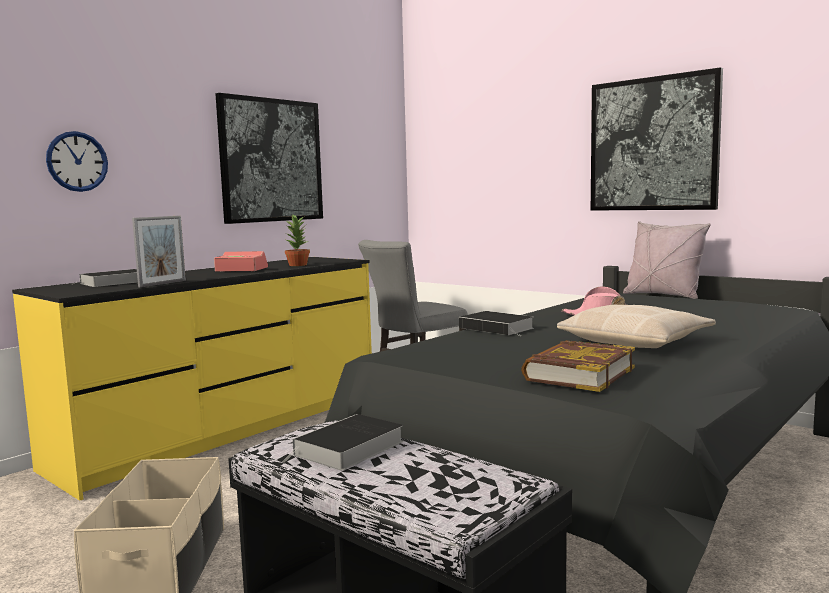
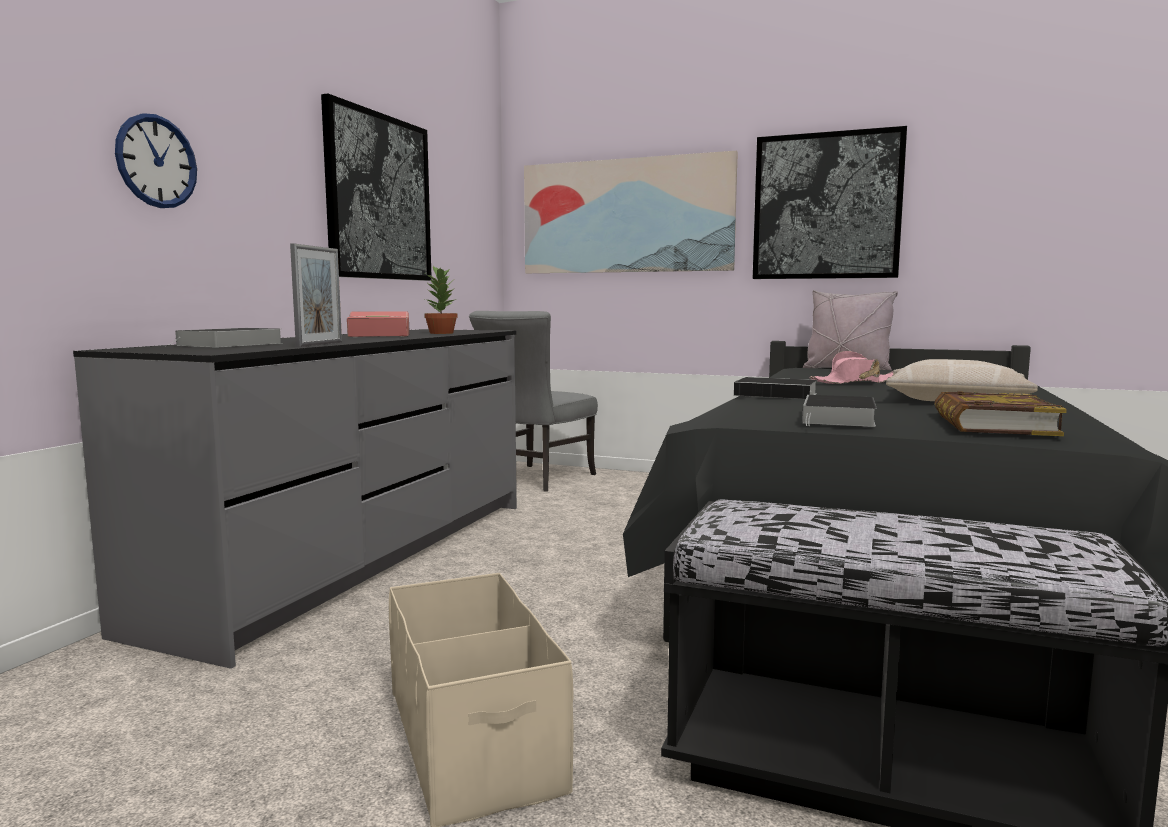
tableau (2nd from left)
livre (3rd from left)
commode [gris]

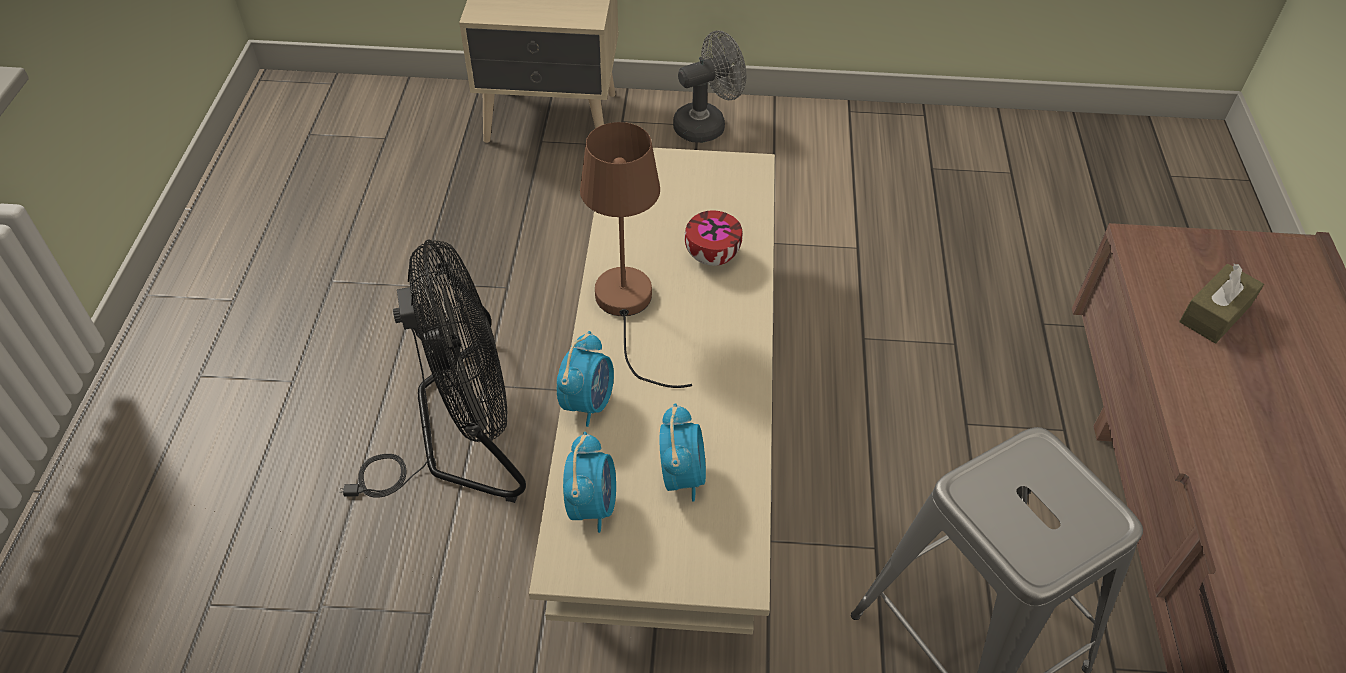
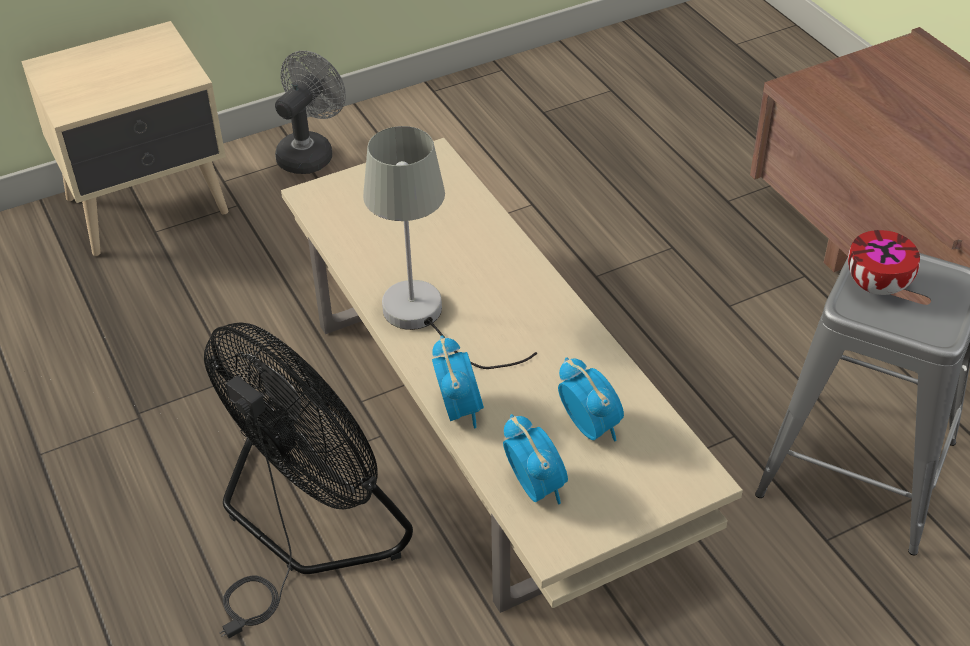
boîte à mouchoirs [marron]
bol
lampe de table [gris]

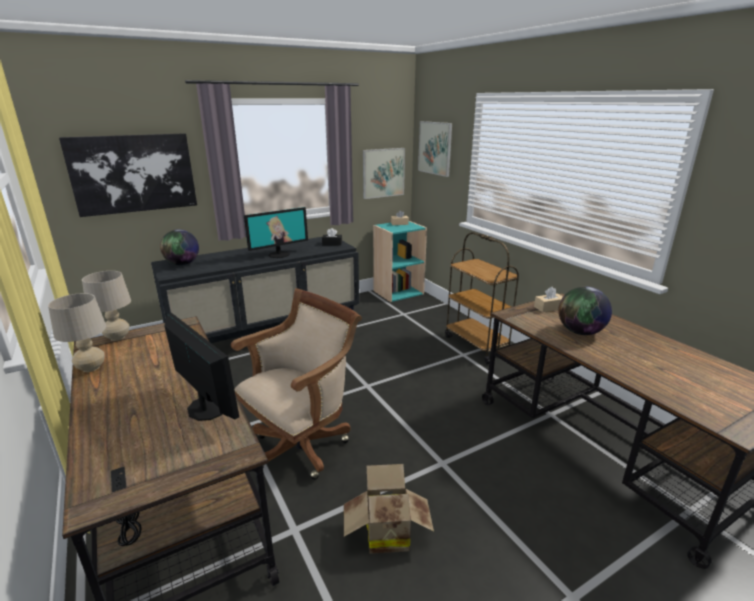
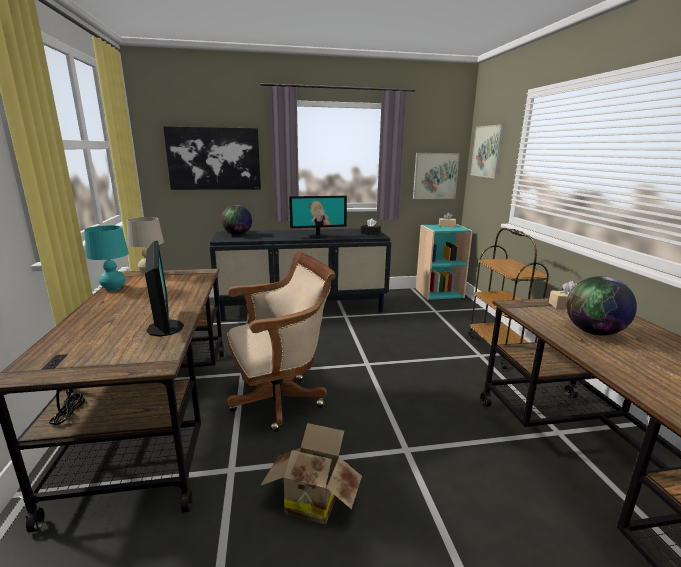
lampe de table [turquoise]

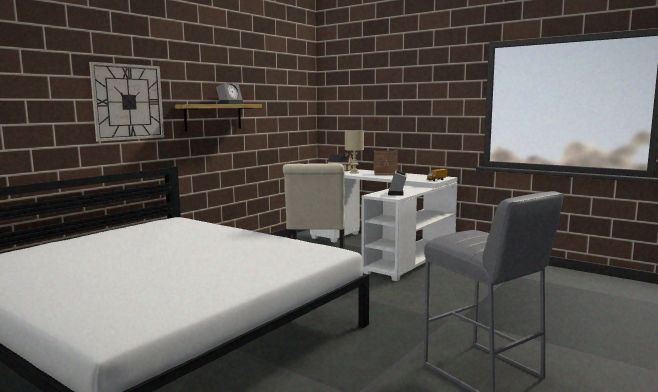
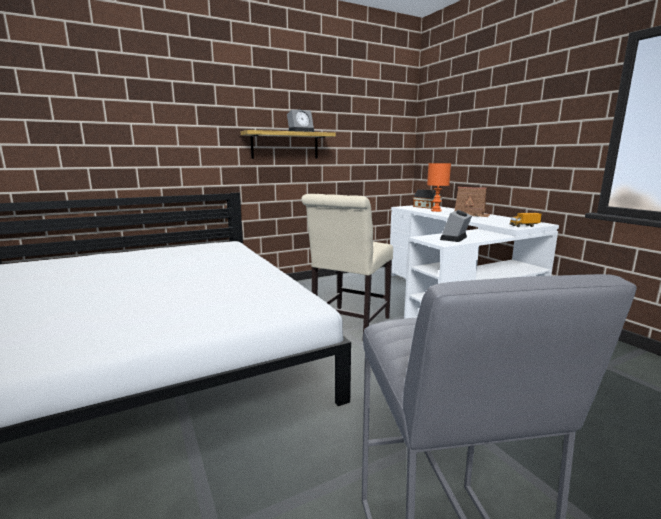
horloge murale
lampe de table [orange]

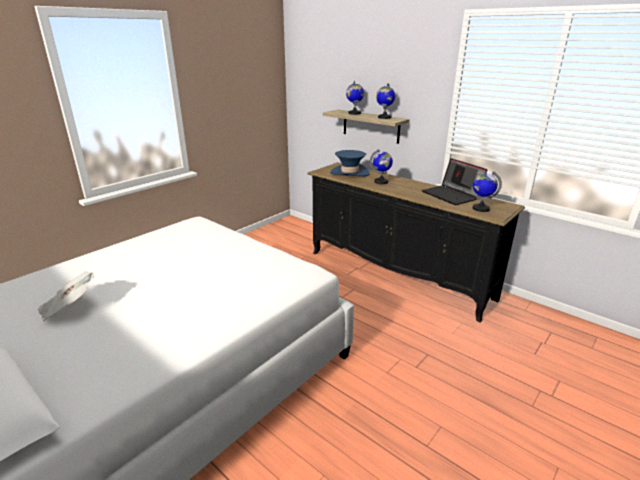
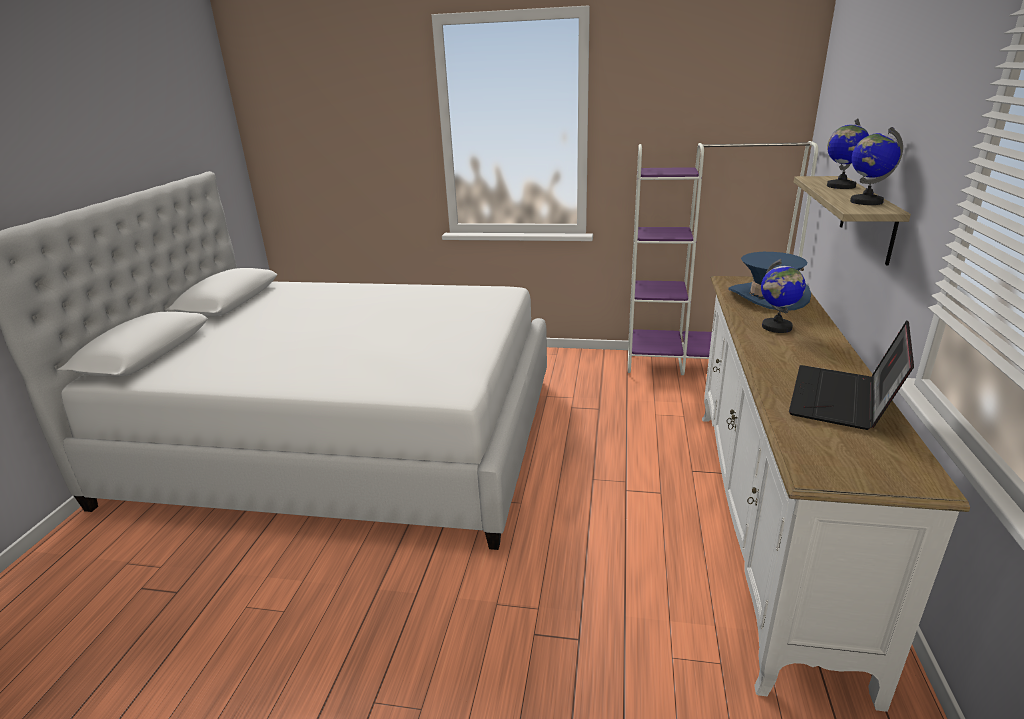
journal
globe (4th from left in the first image)
portant [violet]
commode [blanc]

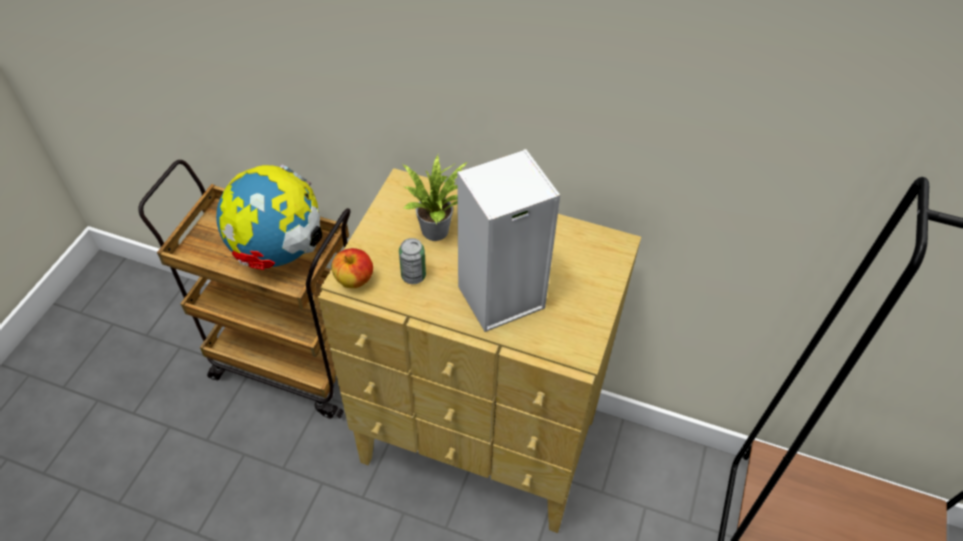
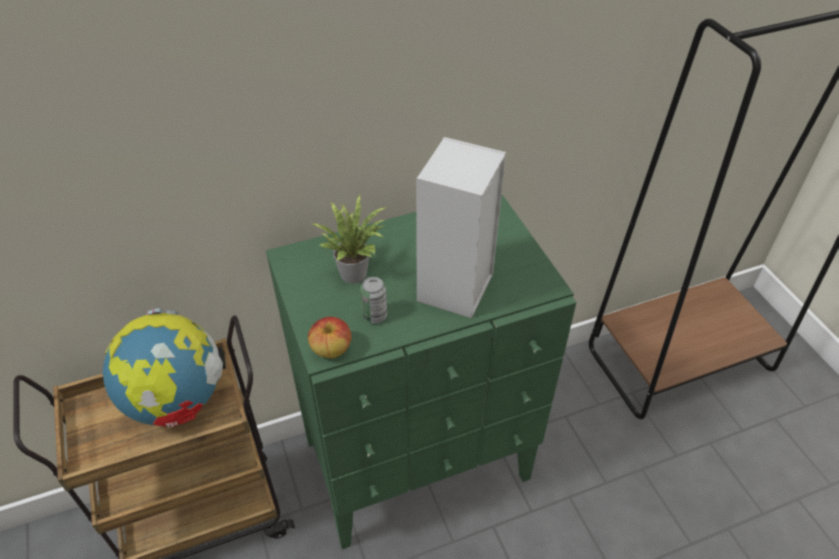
commode [vert]

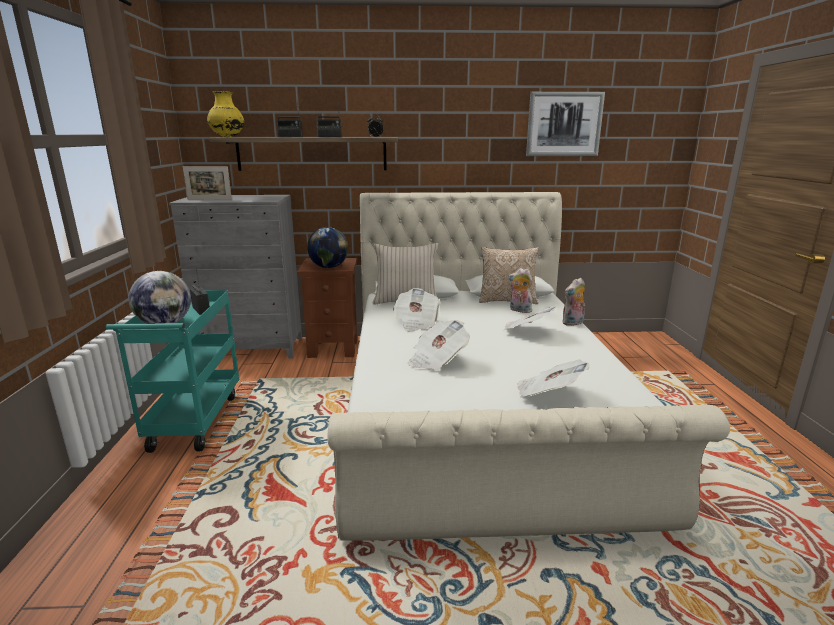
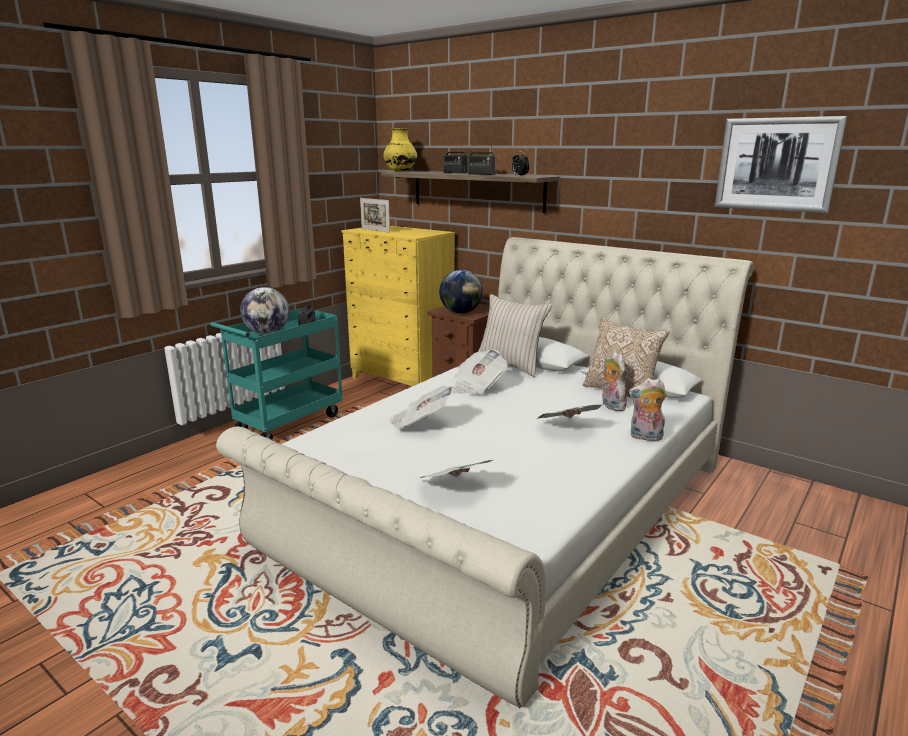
commode [jaune]

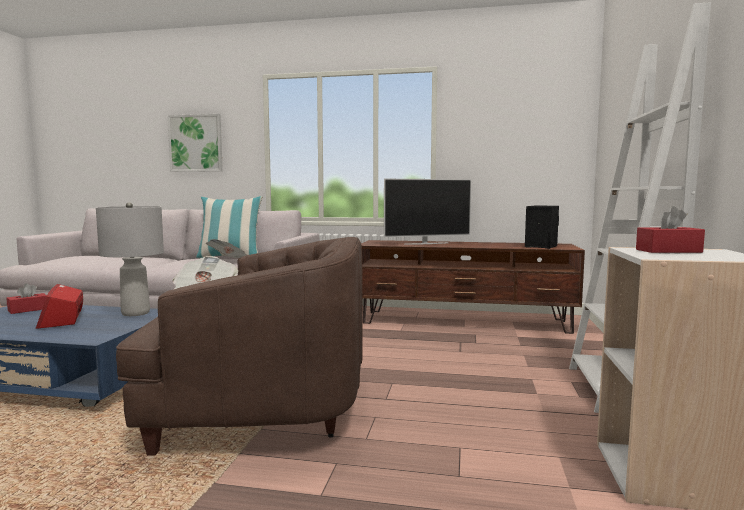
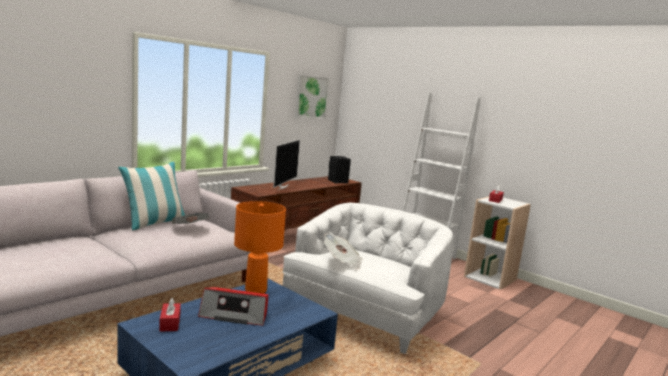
tableau
lampe de table [orange]
fauteuil [blanc]

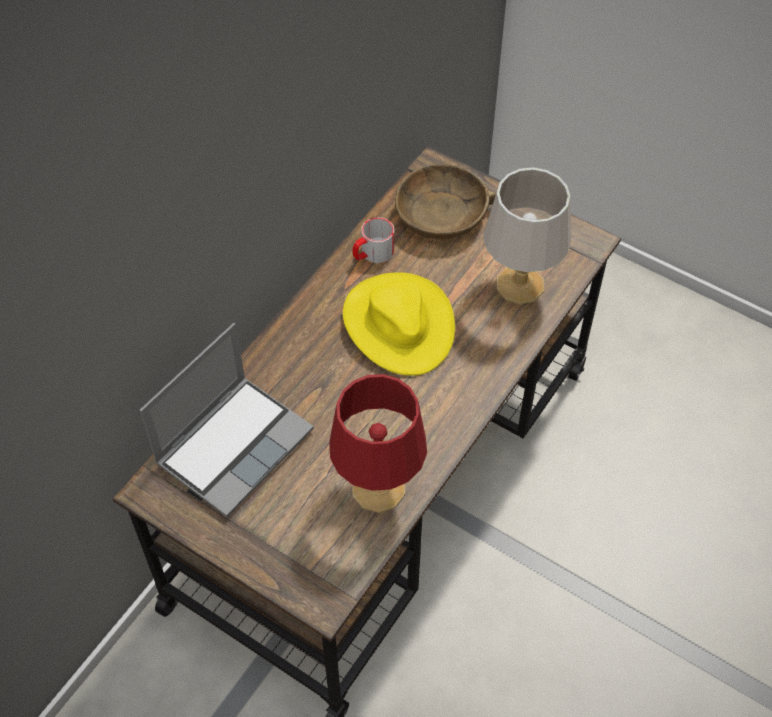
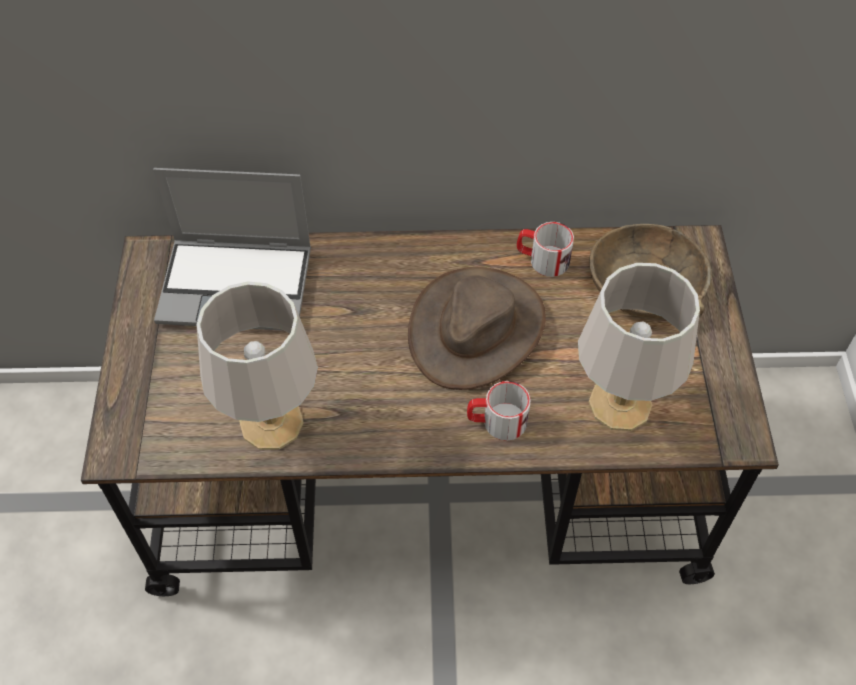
mug (1st from left)
lampe de table [gris] (1st from left)
chapeau [marron]

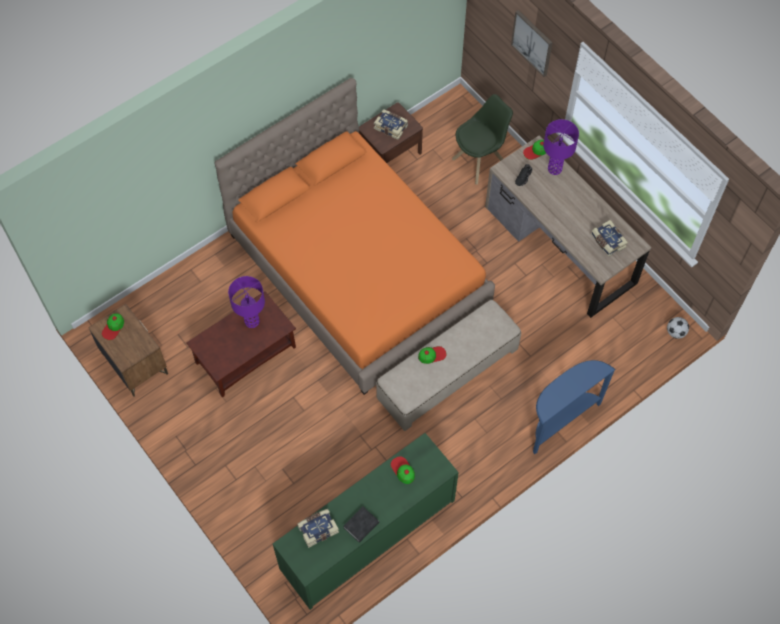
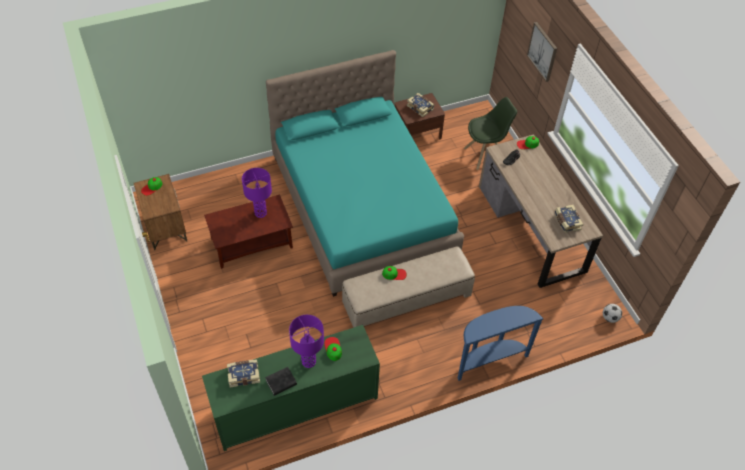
lampe de table [violet] (2nd from left)
lit [turquoise]

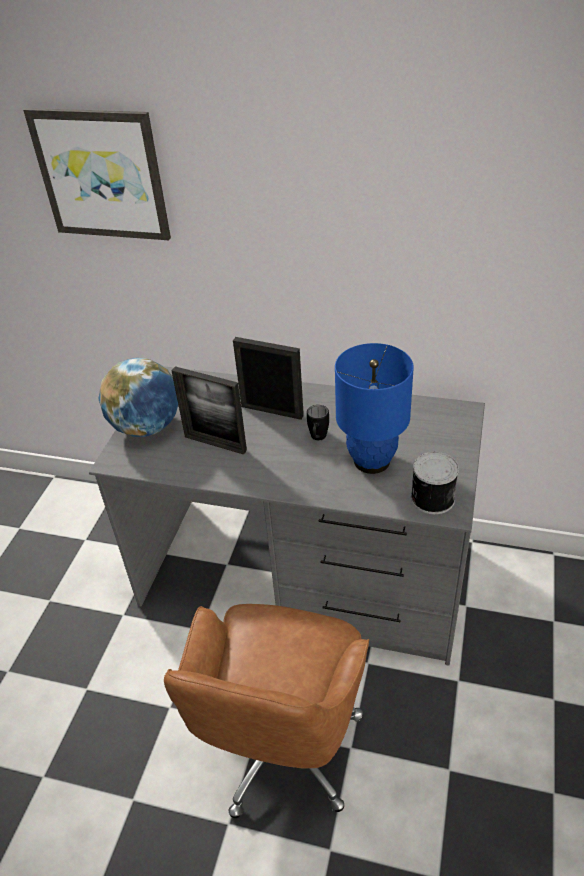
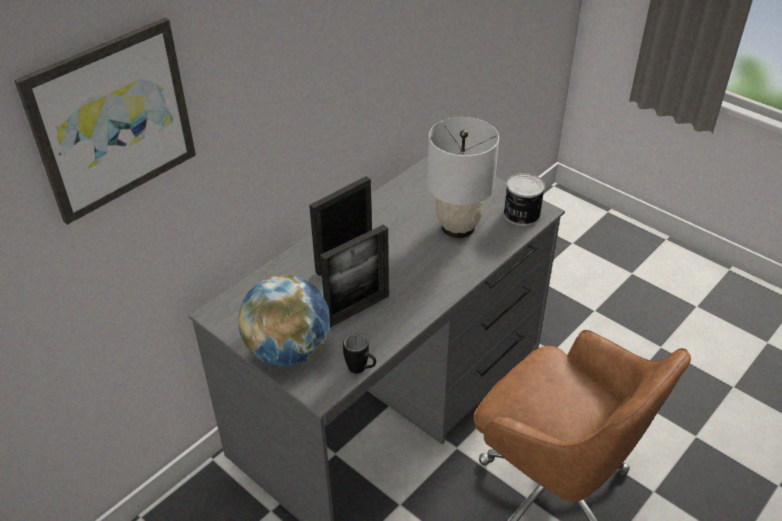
mug [noir]
lampe de table [blanc]

